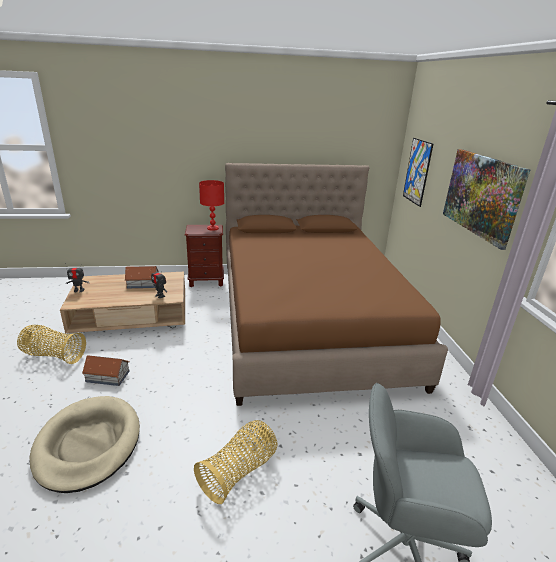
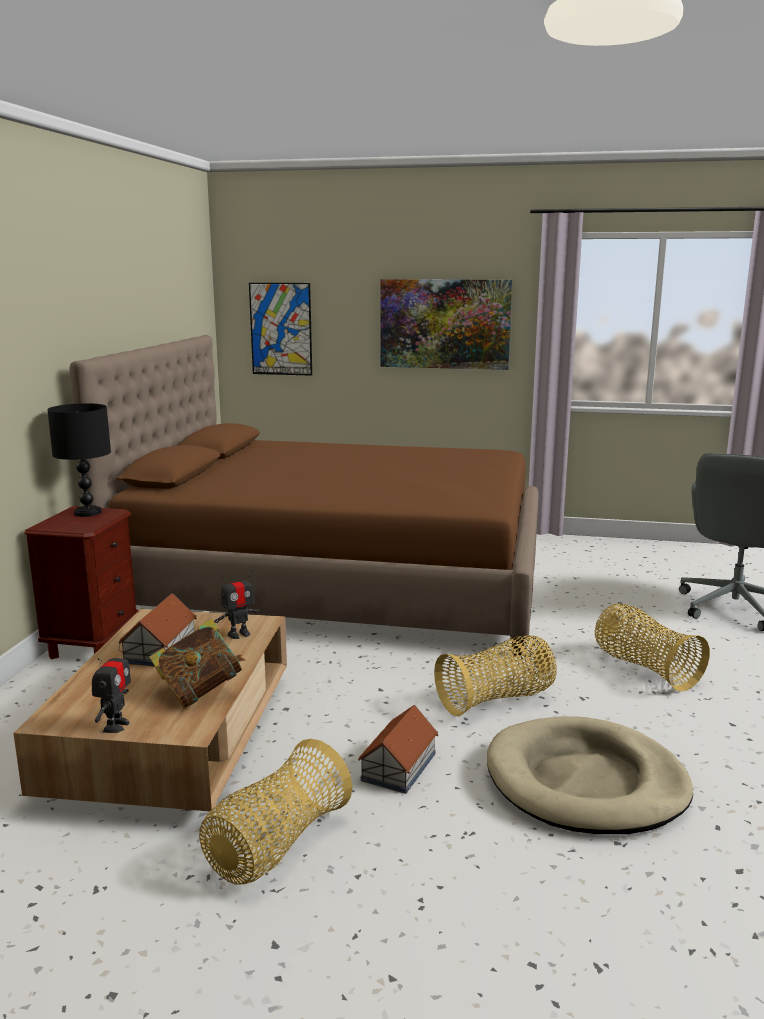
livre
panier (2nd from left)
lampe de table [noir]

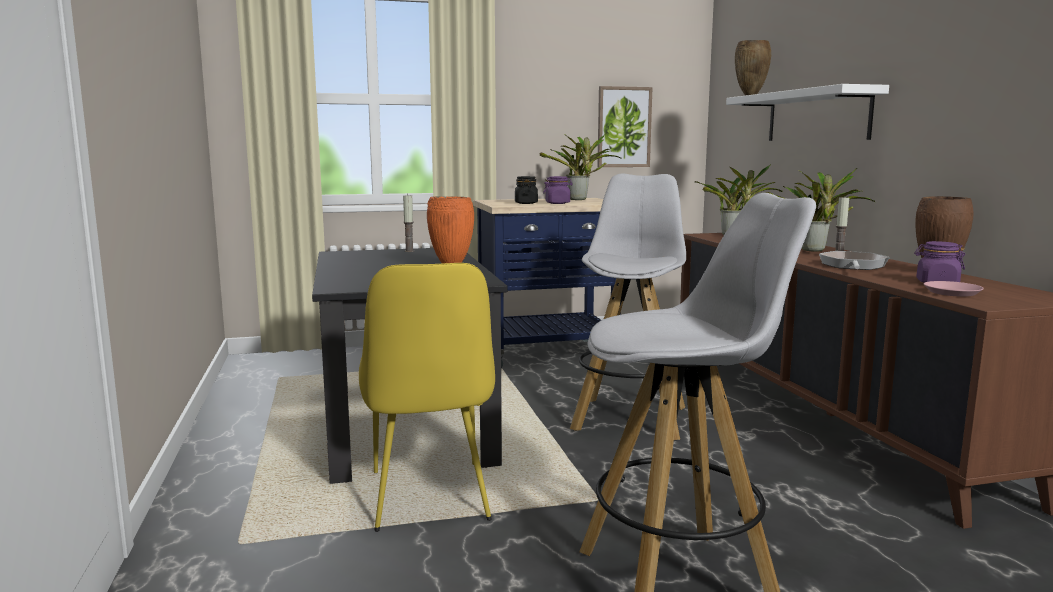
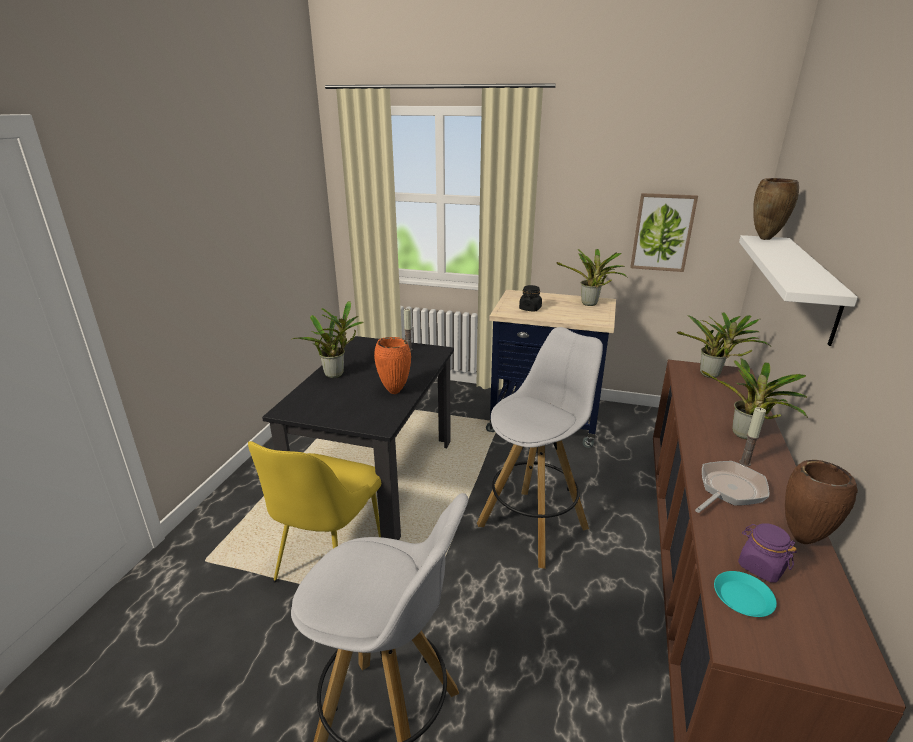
bocal [violet] (1st from left in the first image)
plante en pot (1st from left)
assiette [turquoise]

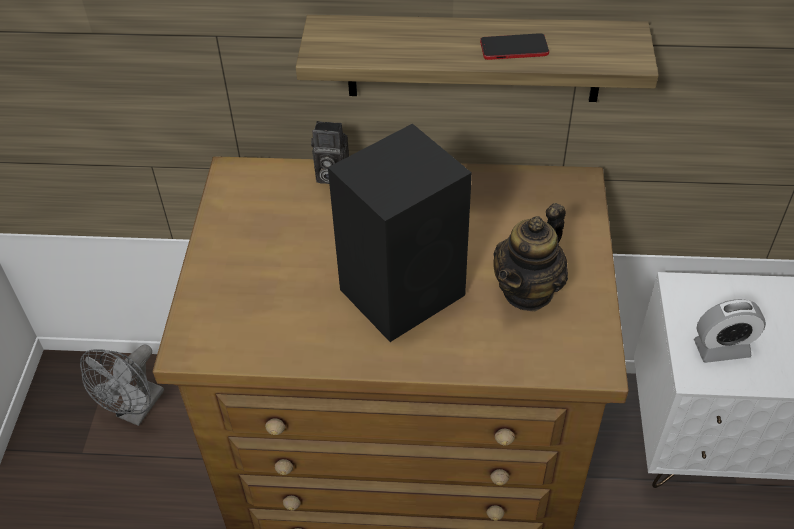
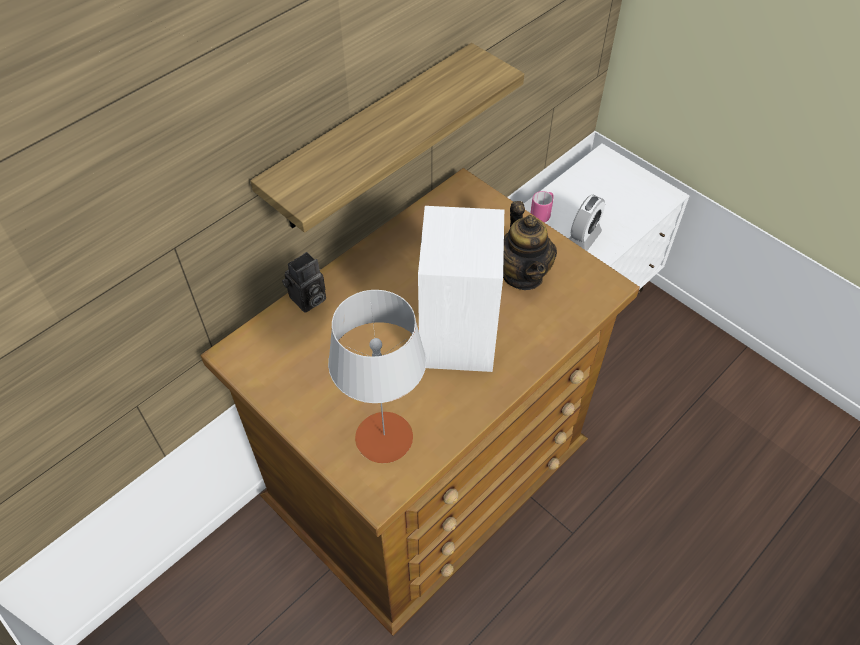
ventilateur [gris]
téléphone
lampe de table [gris]
mug [rose]
enceinte [blanc]

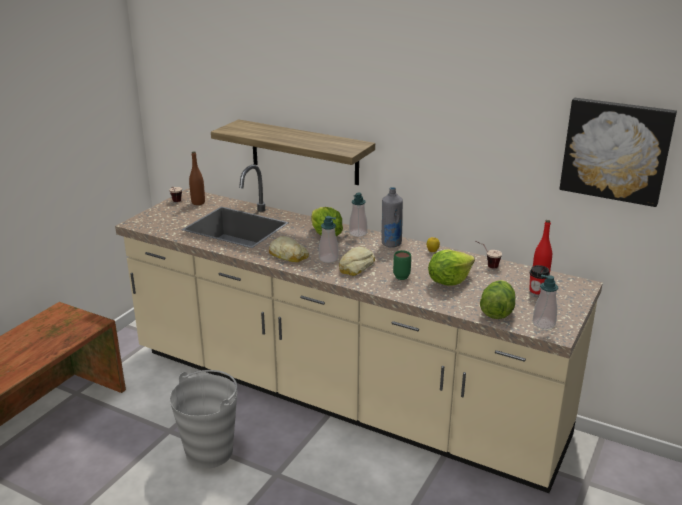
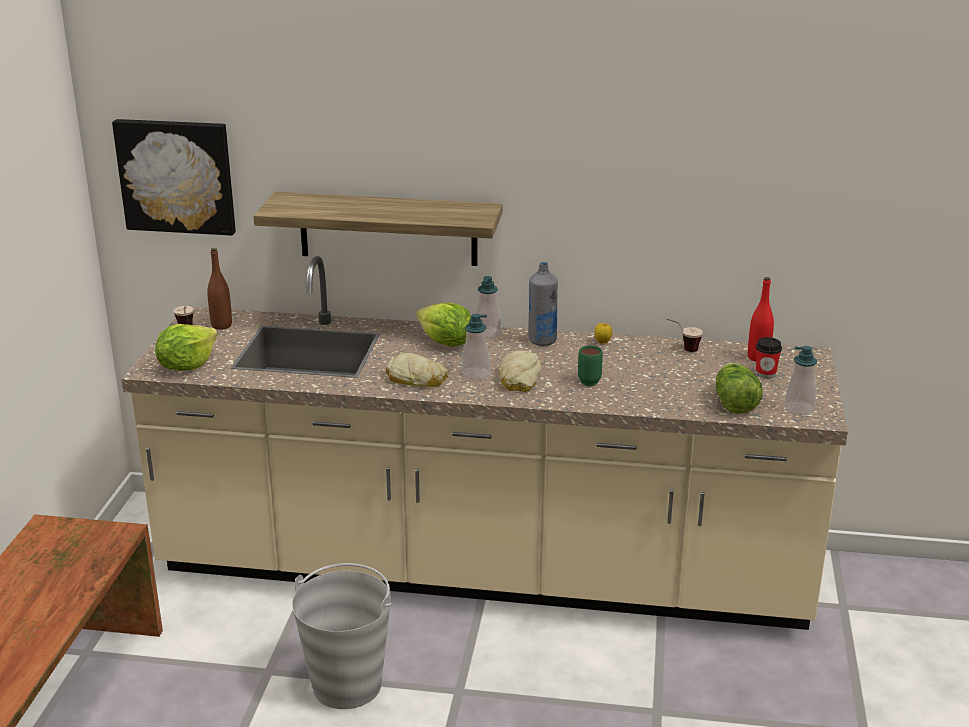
laitue (1st from left)
tableau

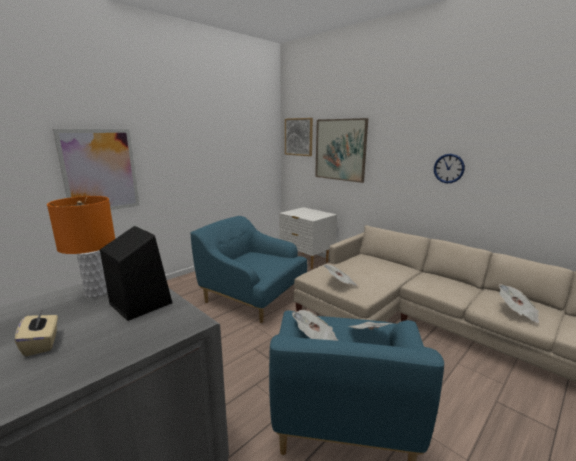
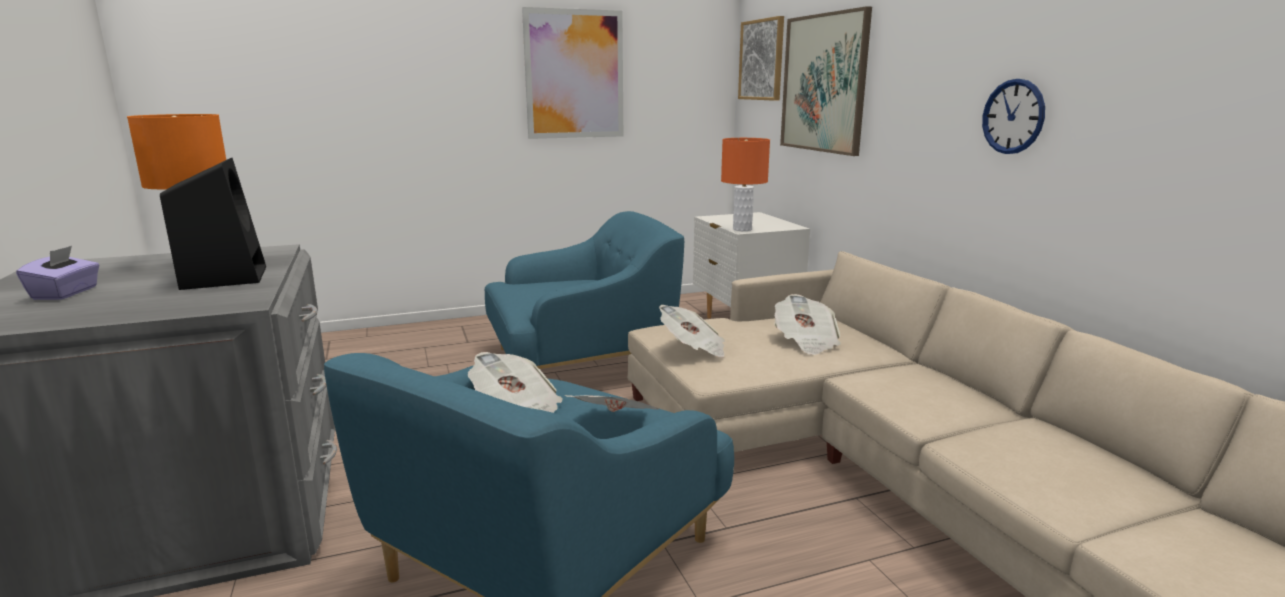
lampe de table [orange] (2nd from left)
tableau (1st from left)
journal (4th from left)
boîte à mouchoirs [violet]
fauteuil [bleu] (2nd from left)

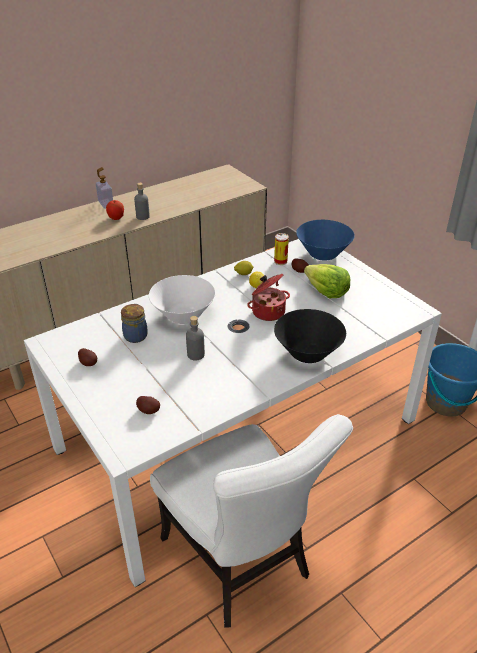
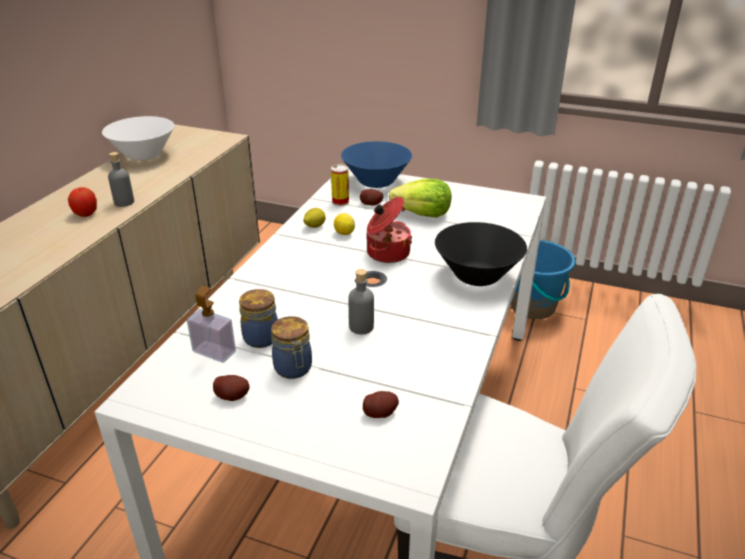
bocal (2nd from left)
distributeur de savon
bol [blanc]

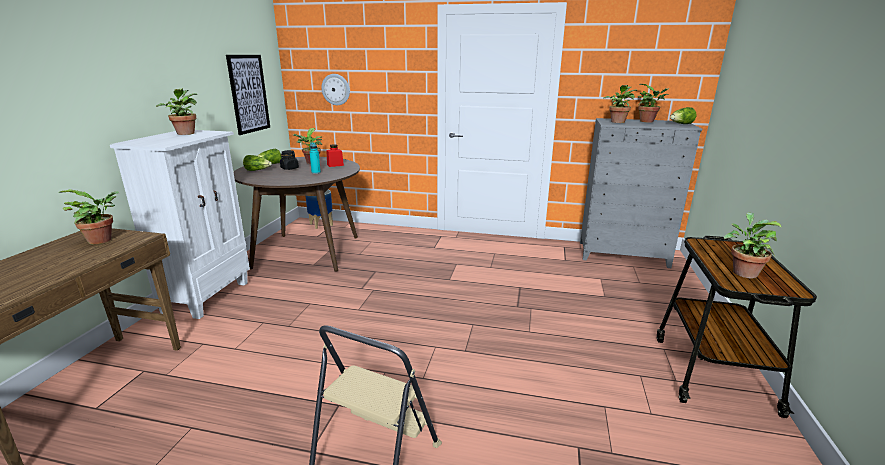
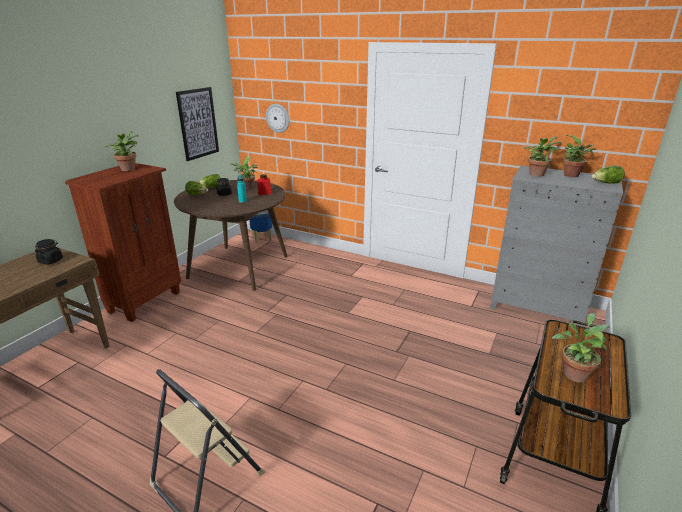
bocal [noir] (1st from left)
meuble de rangement [marron]

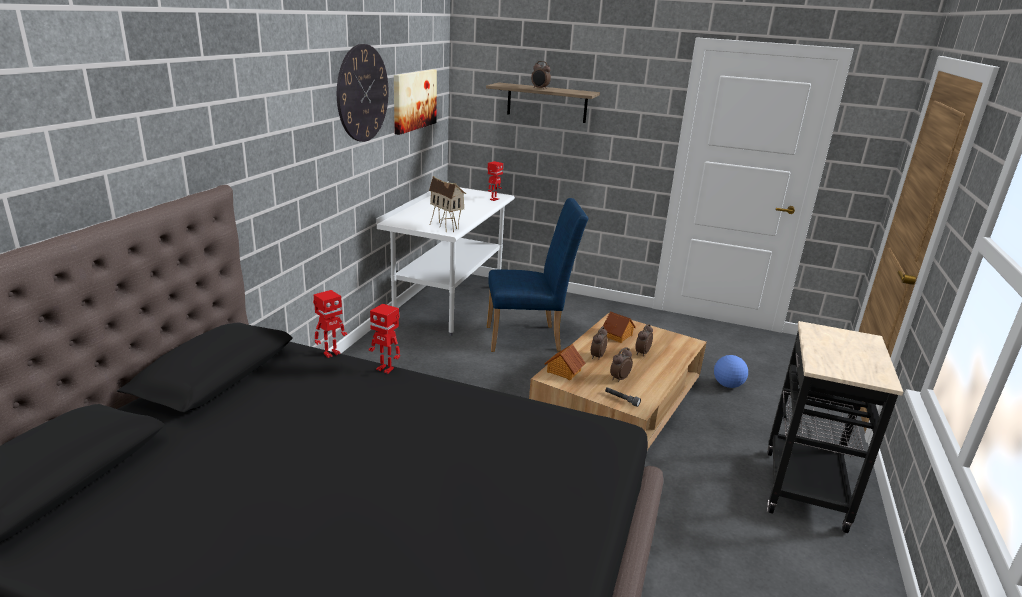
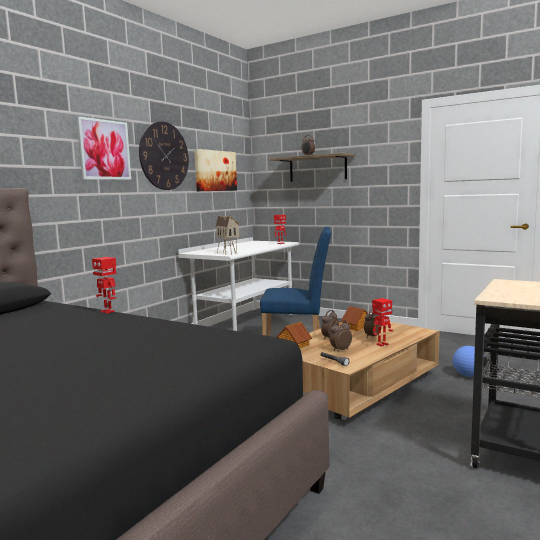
tableau (1st from left)
robot jouet (3rd from left)

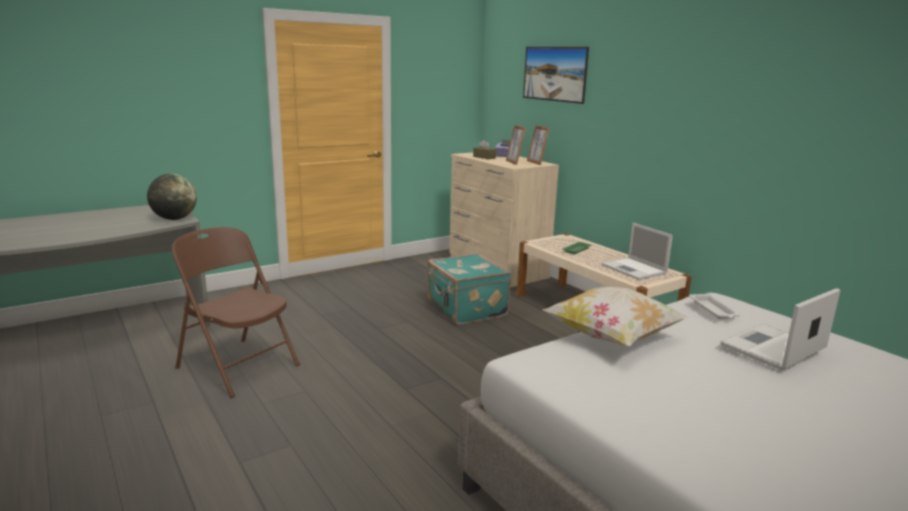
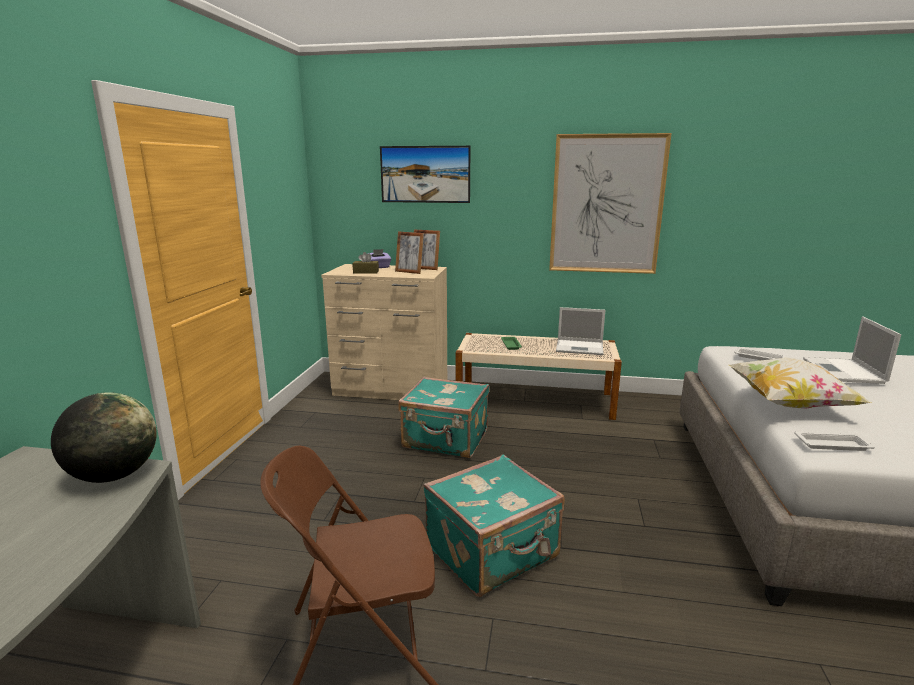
valise [turquoise] (2nd from left)
tableau (2nd from left)
plateau [blanc] (2nd from left)

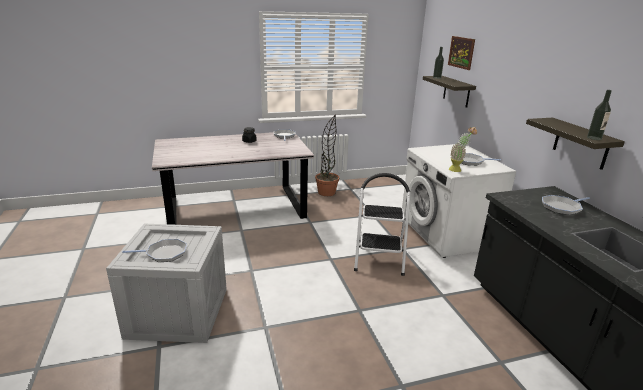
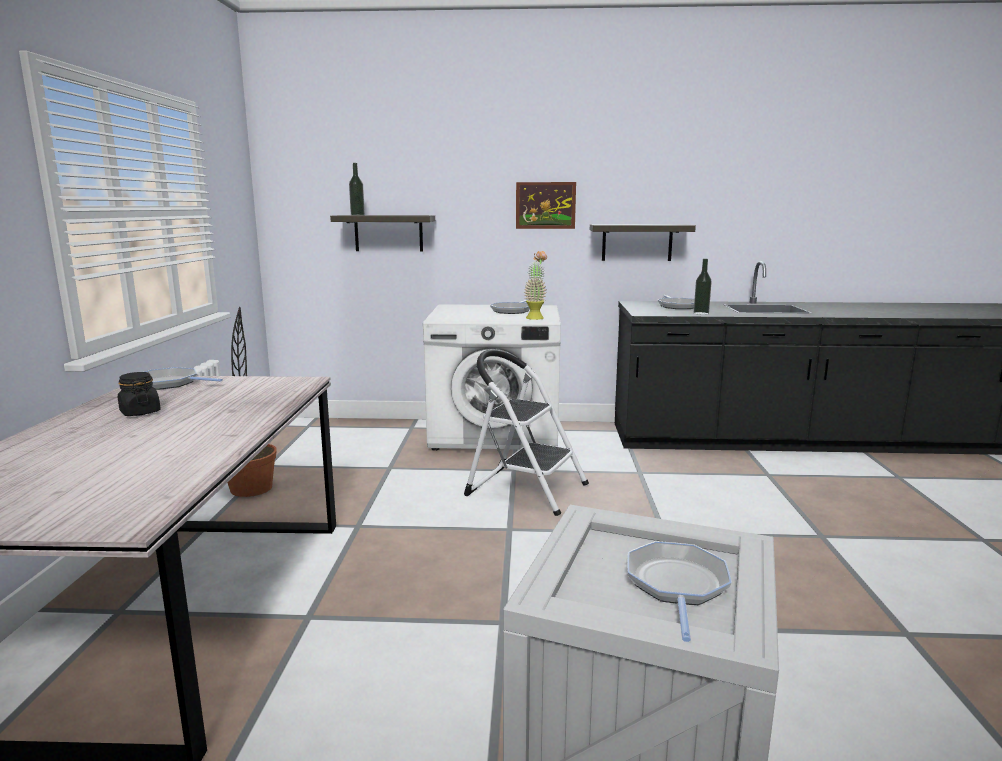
tableau
bouteille (2nd from left)

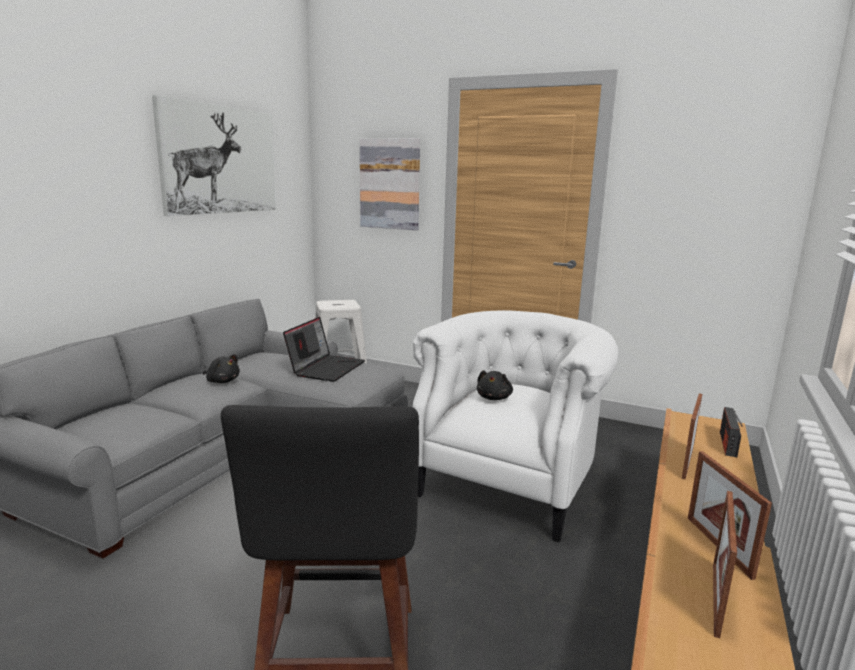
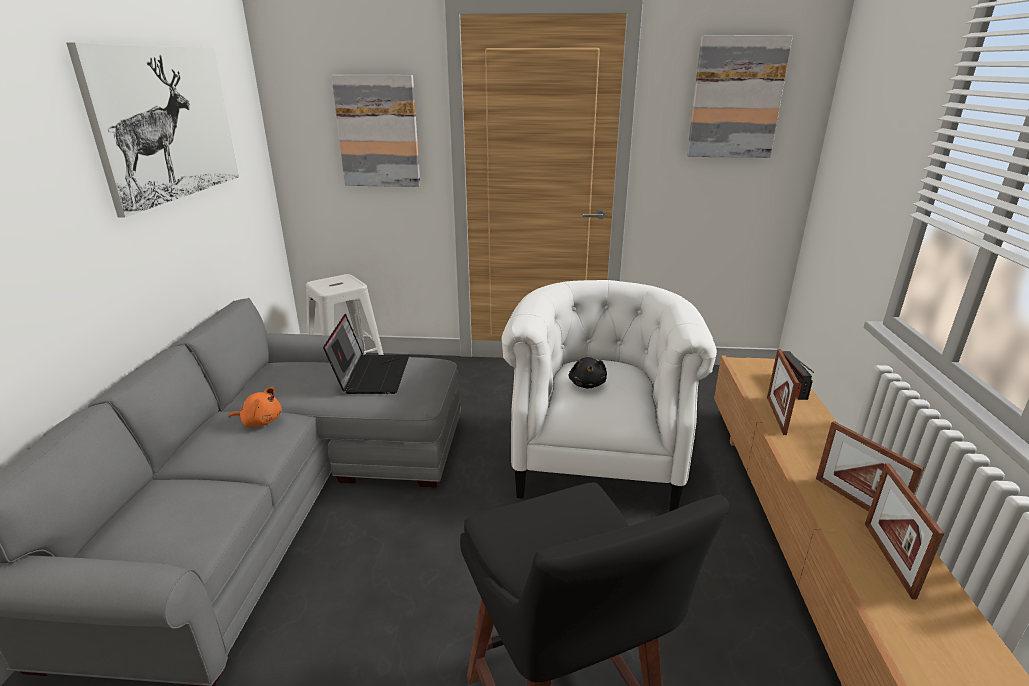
tableau (3rd from left)
peluche [orange]

